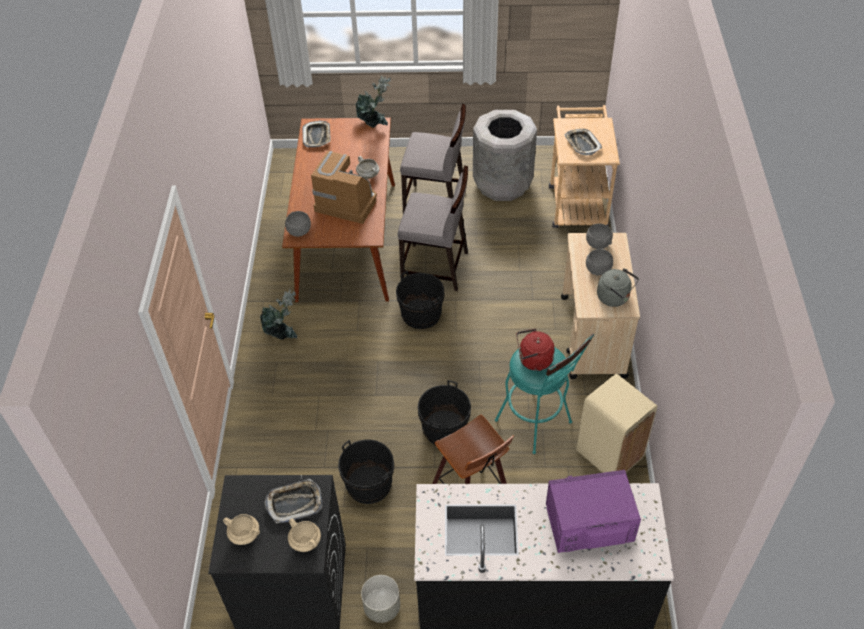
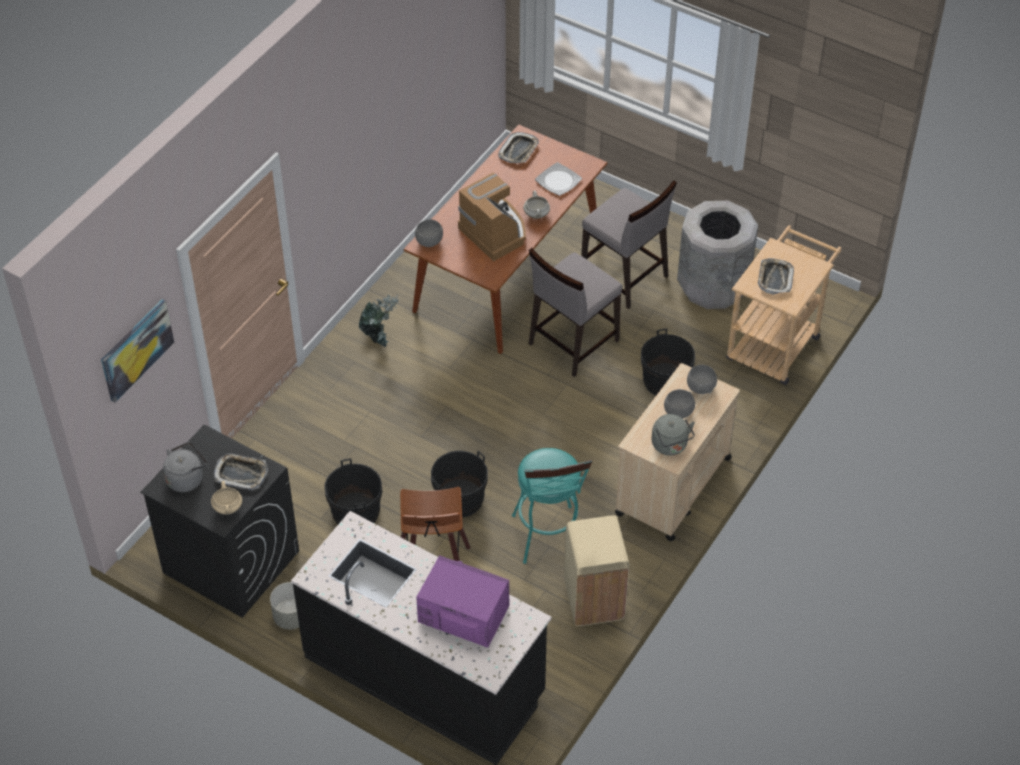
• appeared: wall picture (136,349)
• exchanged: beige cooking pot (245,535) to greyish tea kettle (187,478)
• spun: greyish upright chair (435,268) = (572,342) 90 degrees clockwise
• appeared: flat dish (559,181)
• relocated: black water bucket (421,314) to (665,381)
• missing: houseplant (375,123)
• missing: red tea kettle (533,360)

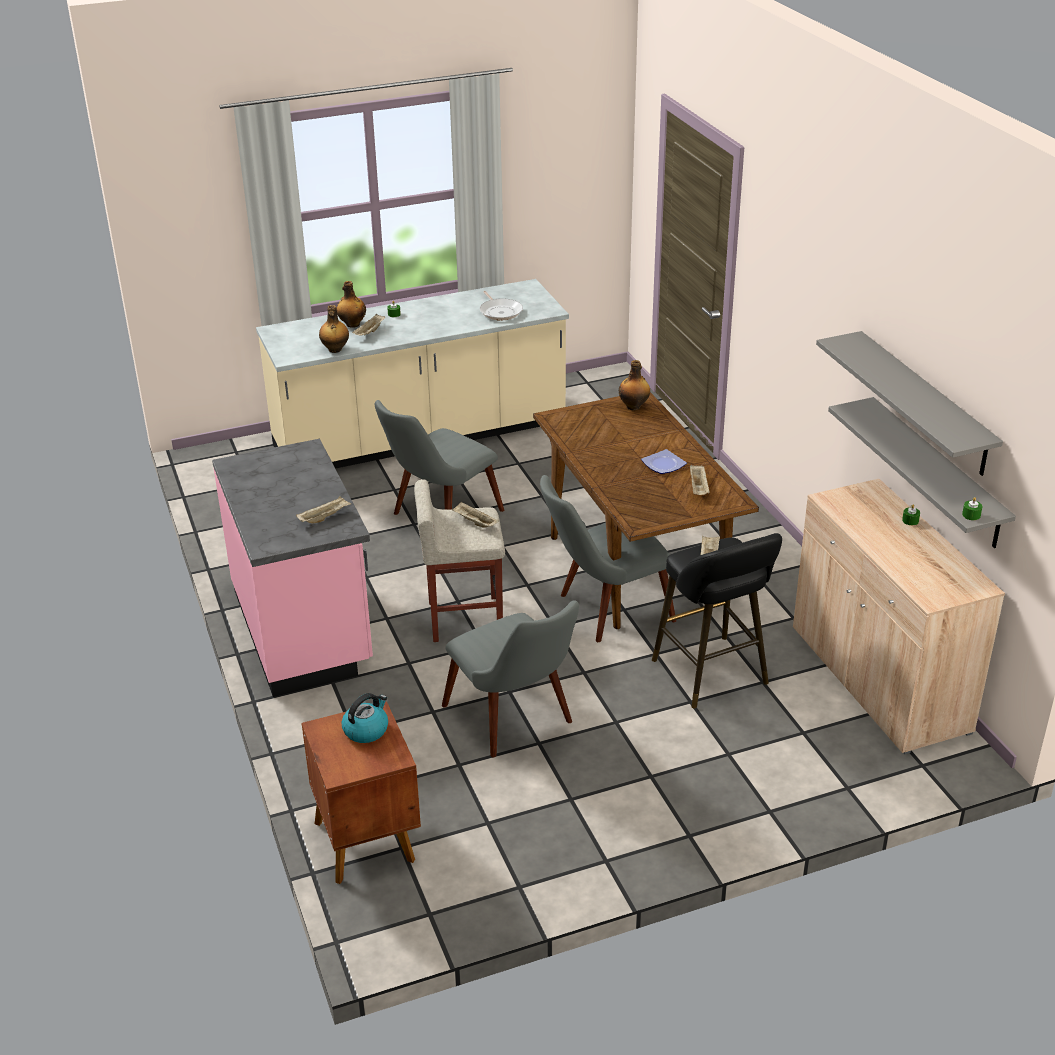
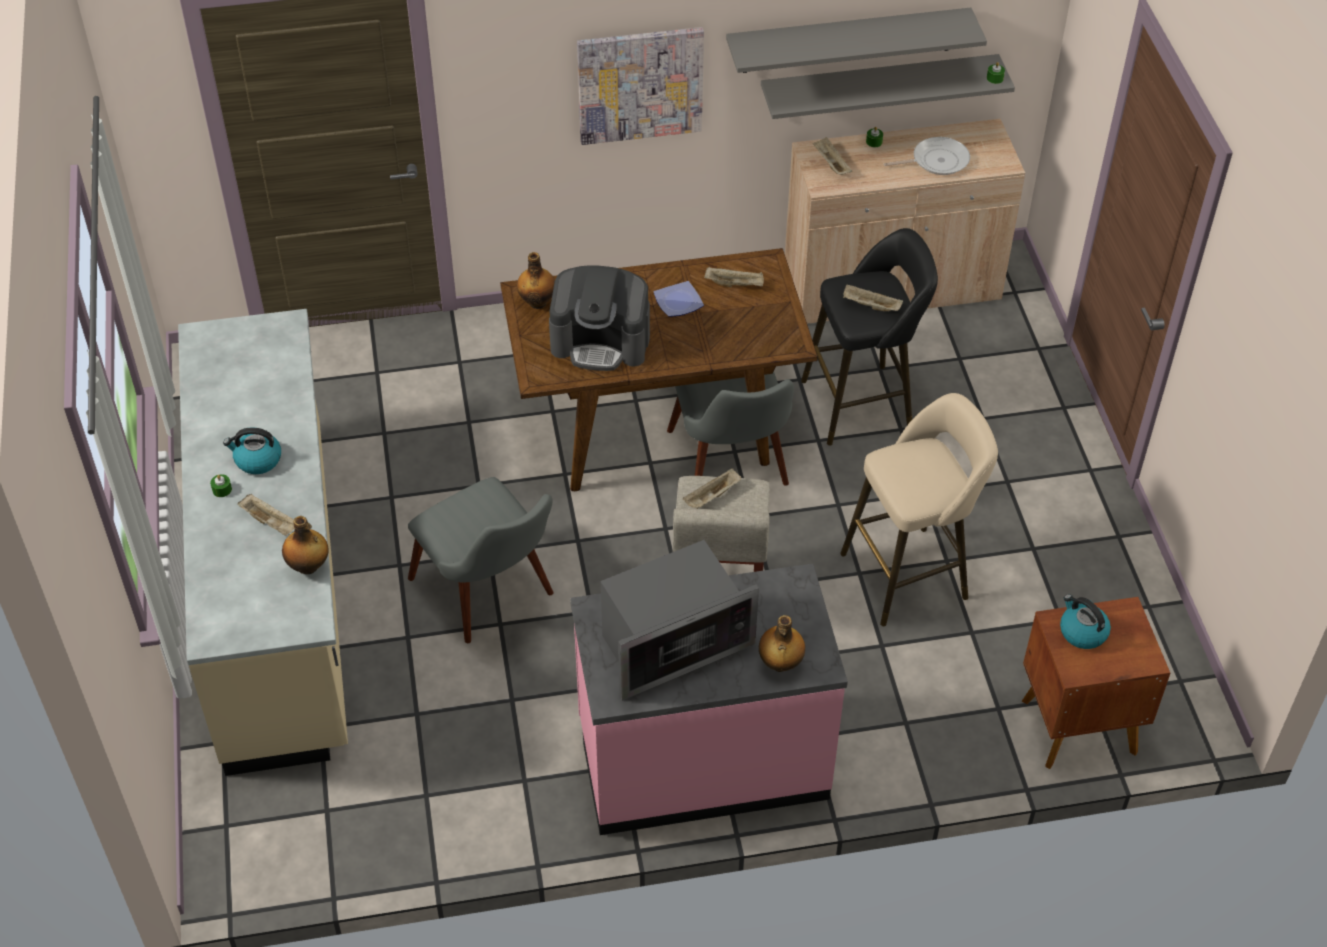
• appeared: tea kettle (257,460)
• appeared: coffee machine (601,341)
• appeared: wall picture (640,84)
• appeared: kitchen microwave (671,644)
• relocated: bottle (352,324) to (780,663)
• relocated: beige serving tray (324,517) to (830,164)
• exchanged: greyish upright chair (517,722) to beige stool seat (911,573)
• relocated: pan (500,311) to (936,161)

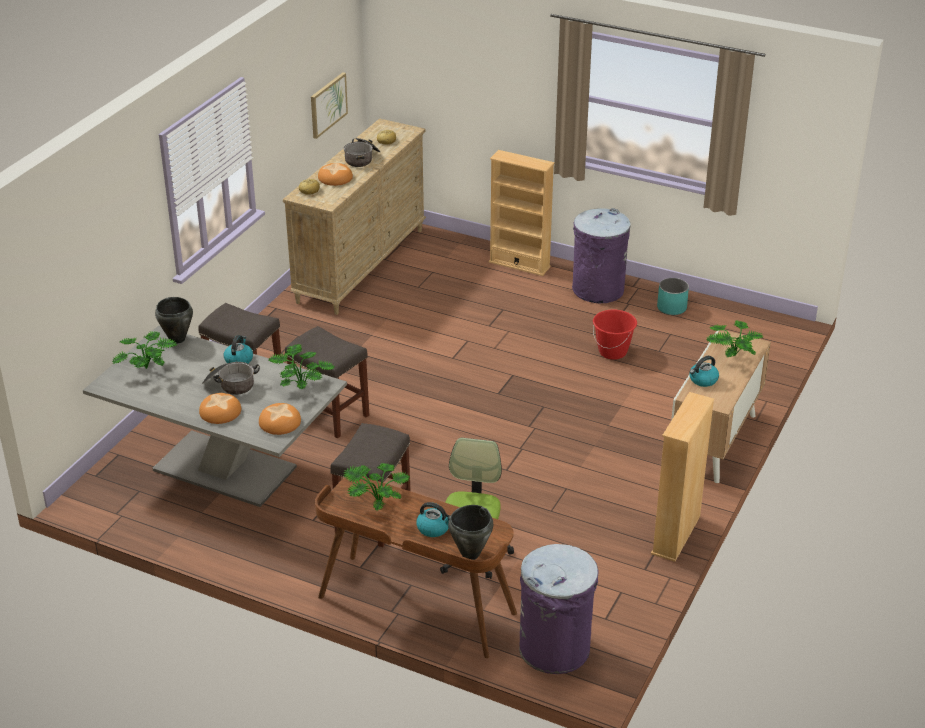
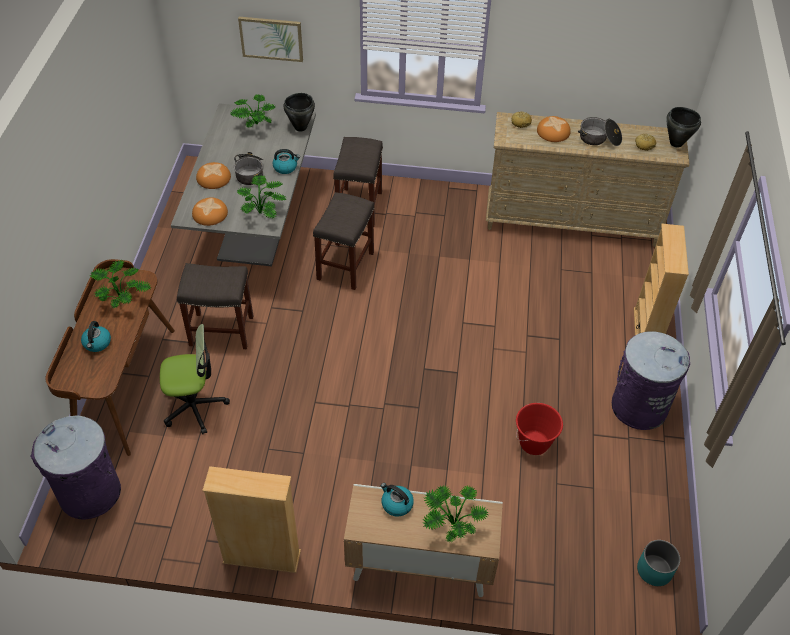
• relocated: wall picture (328,104) to (271,38)
• relocated: turquoise-coloured plant pot (671,308) to (654,570)
• relocated: black cooking pot (470,554) to (676,143)

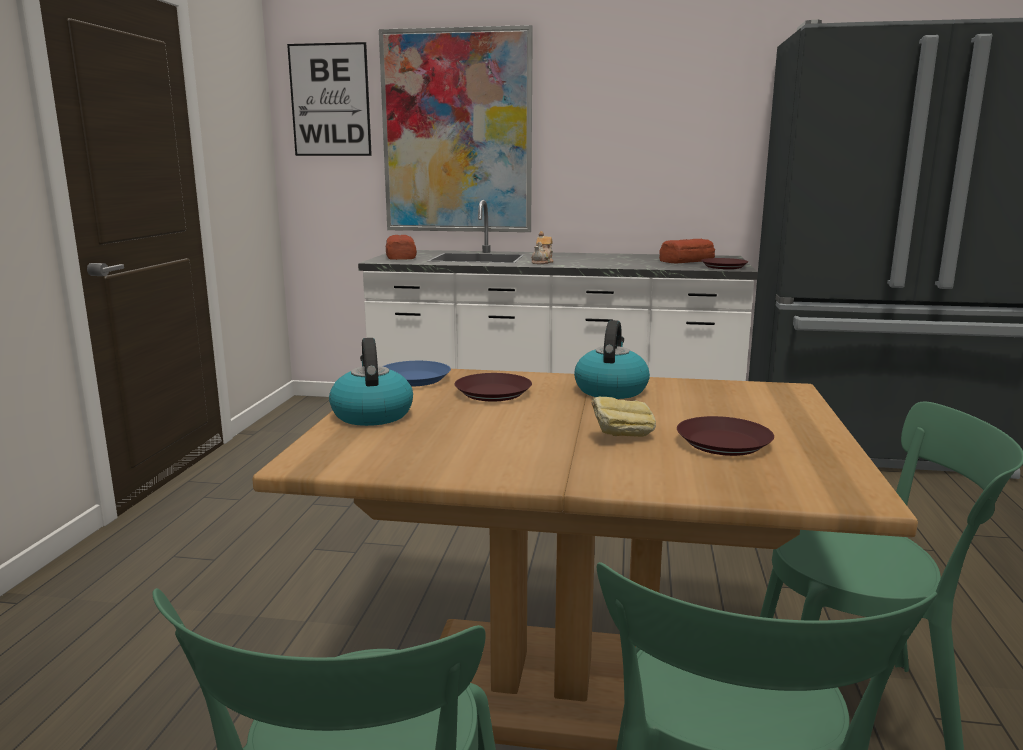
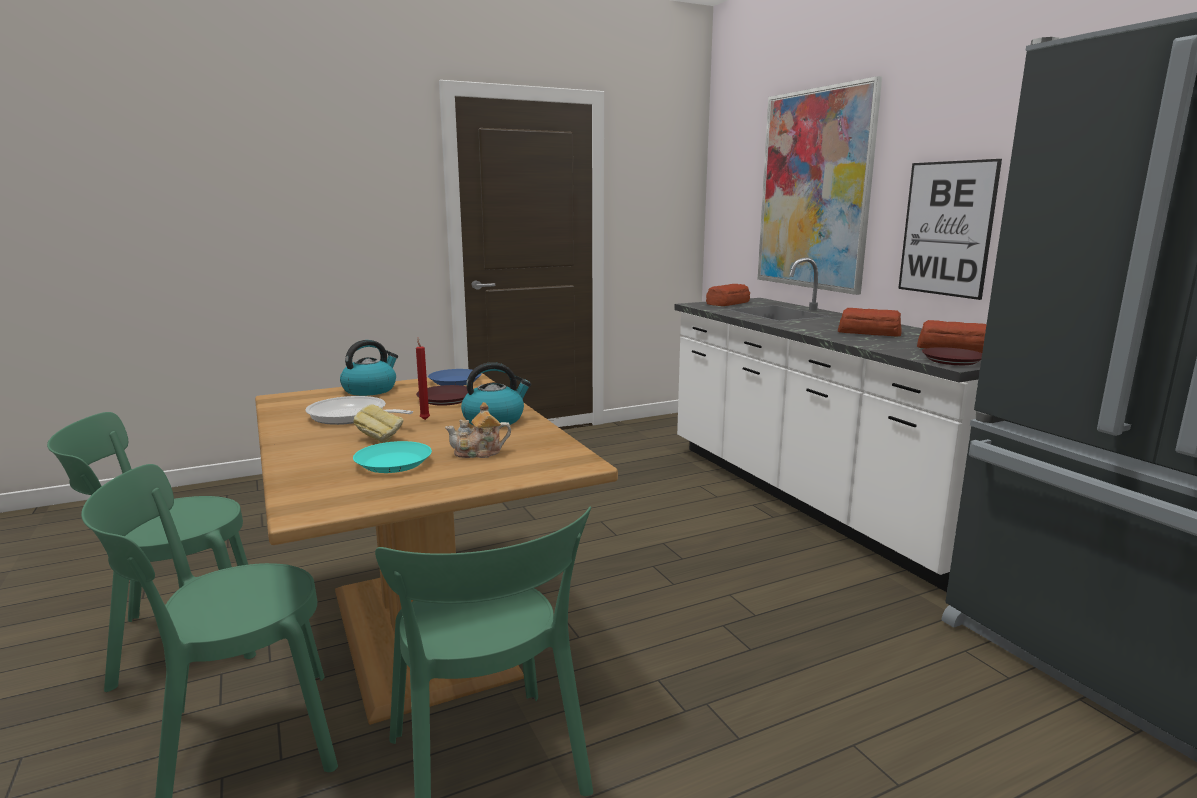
• appeared: pan (352,417)
• colour: brown-coloured flat dish (723,443) to turquoise-coloured flat dish (394,463)
• appeared: red candle (424,419)
• relocated: pot for tea (542,262) to (479,453)
• appeared: bread (868,332)
• relocated: wall picture (330,100) to (946,229)

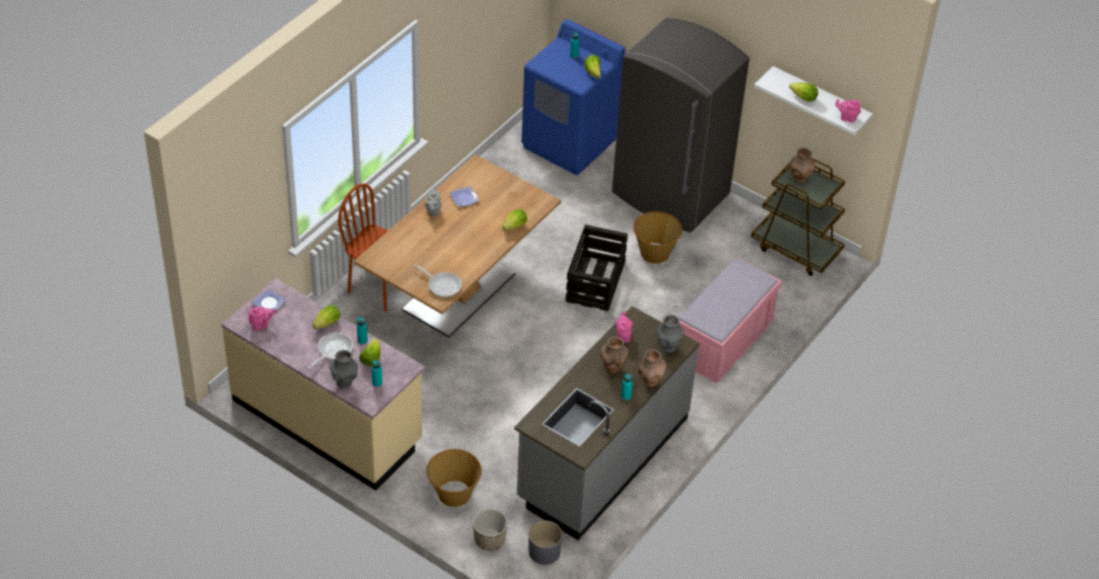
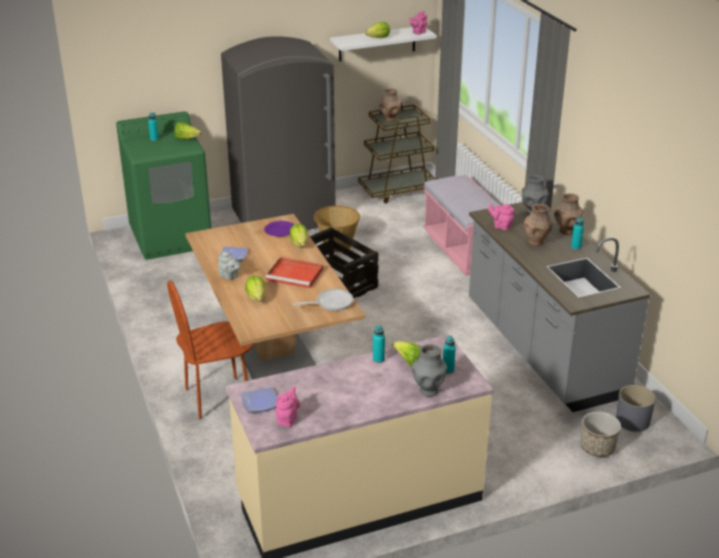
• colour: blue-coloured laundry machine (570,143) to green-coloured laundry machine (171,237)
• relocated: lettuce (327,323) to (256,297)
• appeared: purplish flat dish (280,230)
• appeared: red serving tray (296,275)
• missing: pan (333,350)
• missing: basket (454,494)

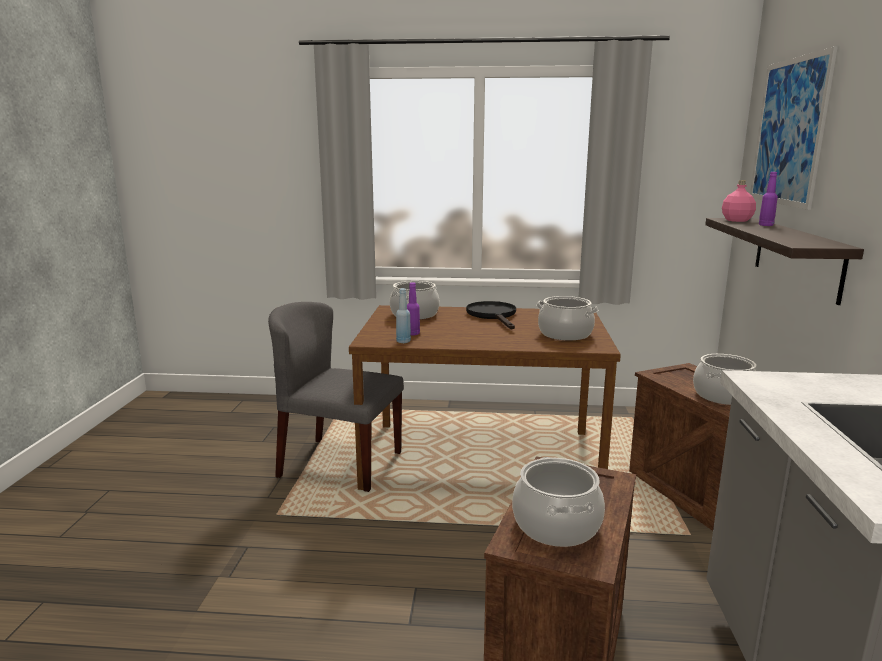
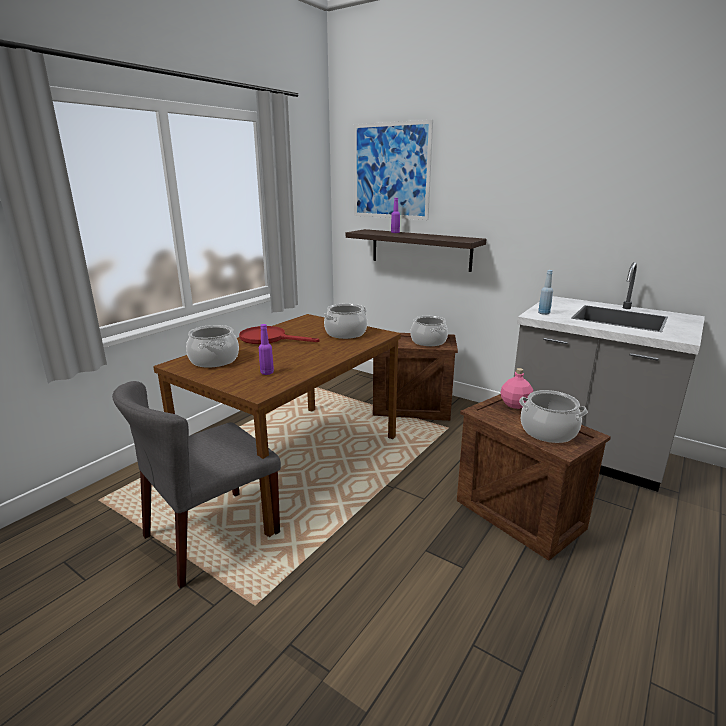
• colour: black pan (493,315) to red pan (269,339)
• relocated: pink-coloured bottle (736,220) to (515,405)
• relocated: blue-coloured bottle (403,341) to (543,313)

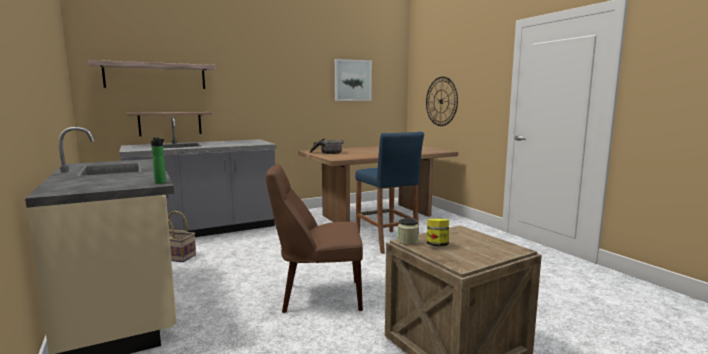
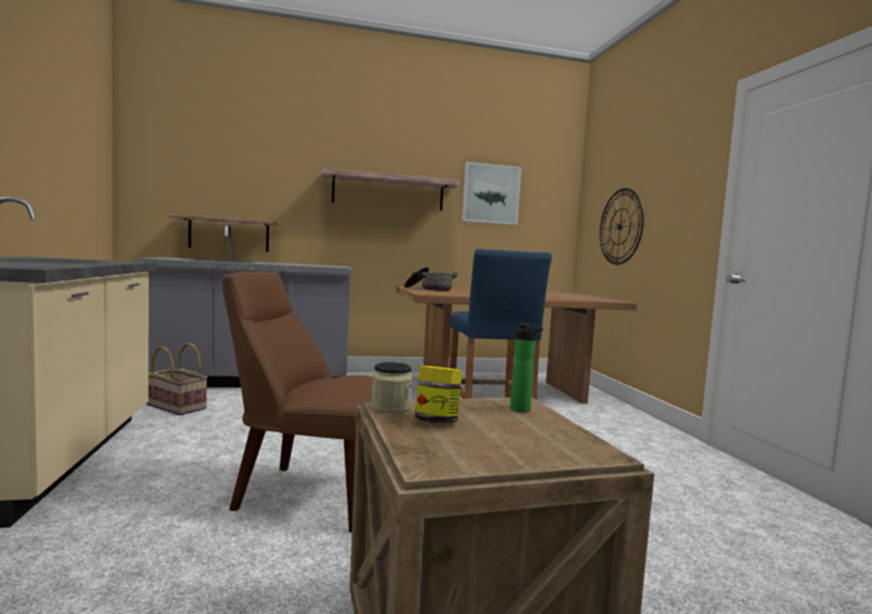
• relocated: wall shelf (156,76) to (388,192)
• relocated: bottle (161,183) to (522,410)

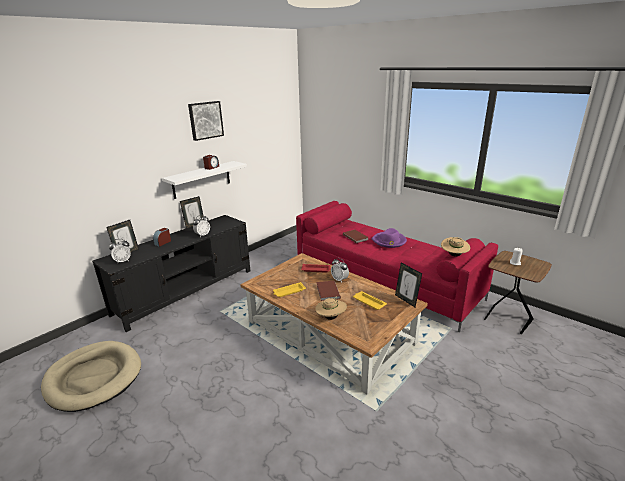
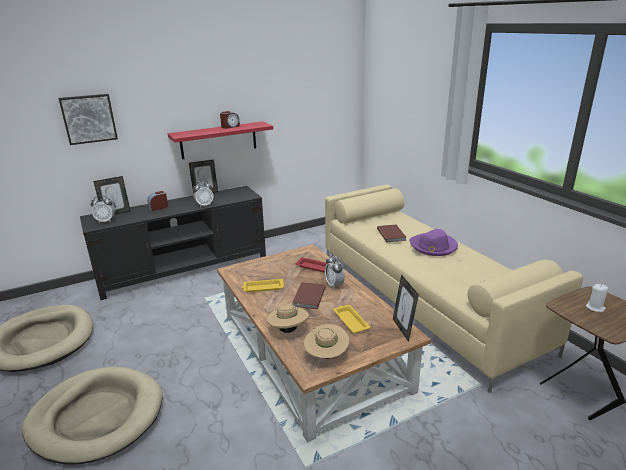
• appeared: beige dog bed (97,417)
• relocated: wall picture (205,120) to (88,118)
• colour: whitish wall shelf (201,179) to red wall shelf (218,140)
• relocated: beige hat (454,255) to (326,355)
• colour: red couch (385,280) to beige couch (424,299)

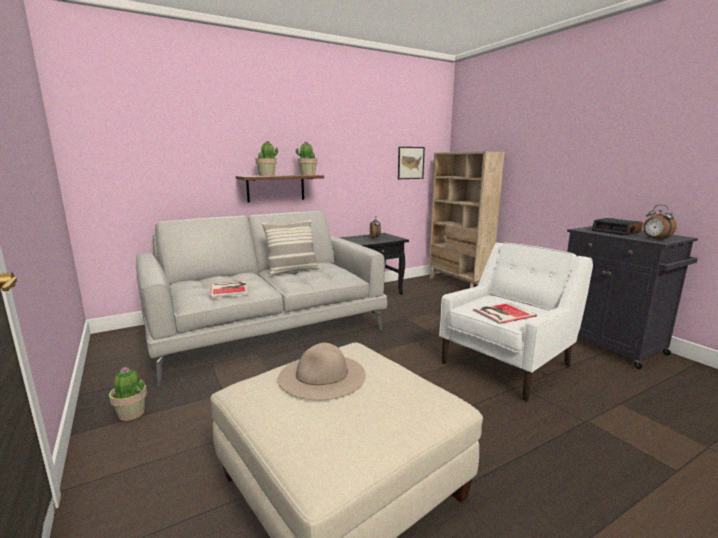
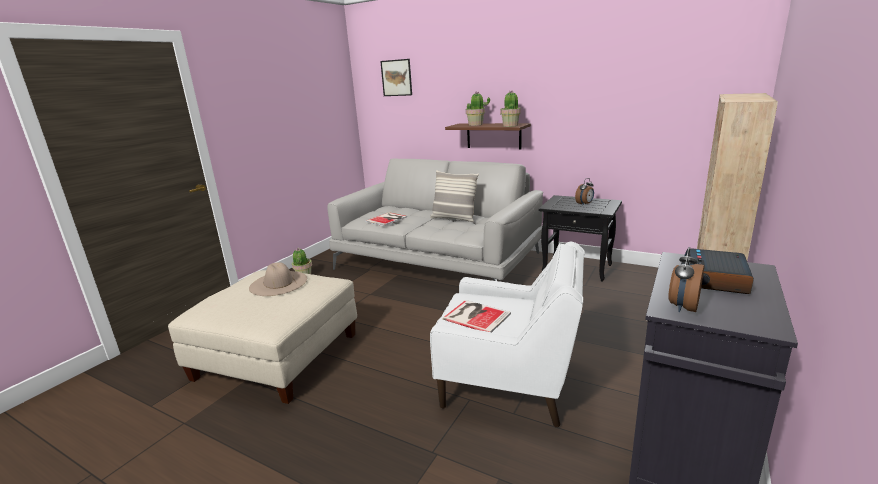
• relocated: wall picture (410,163) to (396,78)

